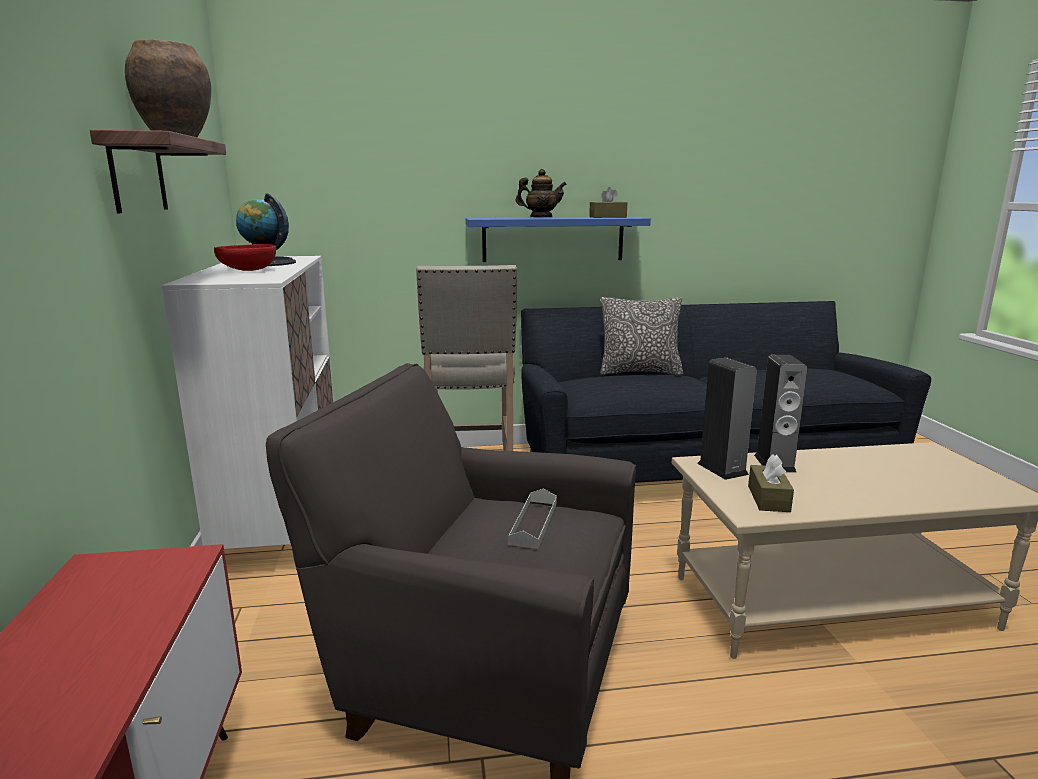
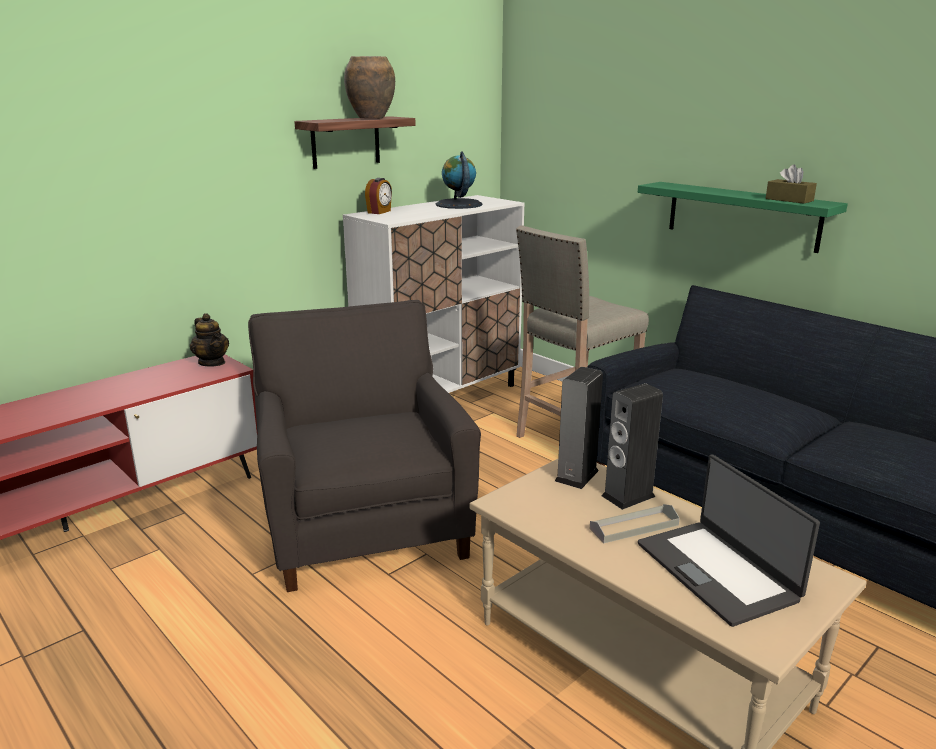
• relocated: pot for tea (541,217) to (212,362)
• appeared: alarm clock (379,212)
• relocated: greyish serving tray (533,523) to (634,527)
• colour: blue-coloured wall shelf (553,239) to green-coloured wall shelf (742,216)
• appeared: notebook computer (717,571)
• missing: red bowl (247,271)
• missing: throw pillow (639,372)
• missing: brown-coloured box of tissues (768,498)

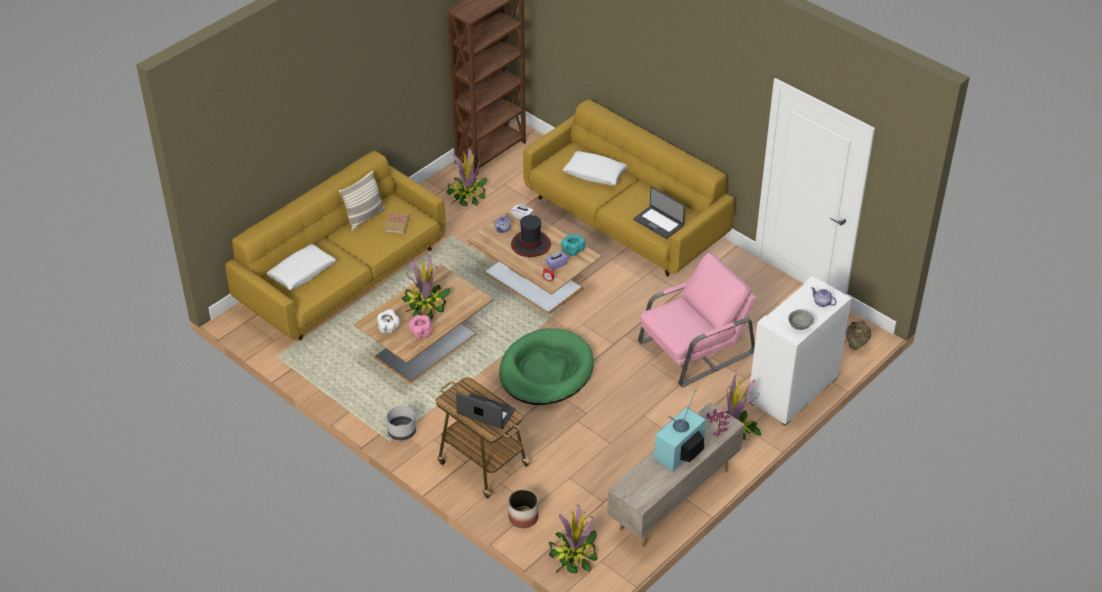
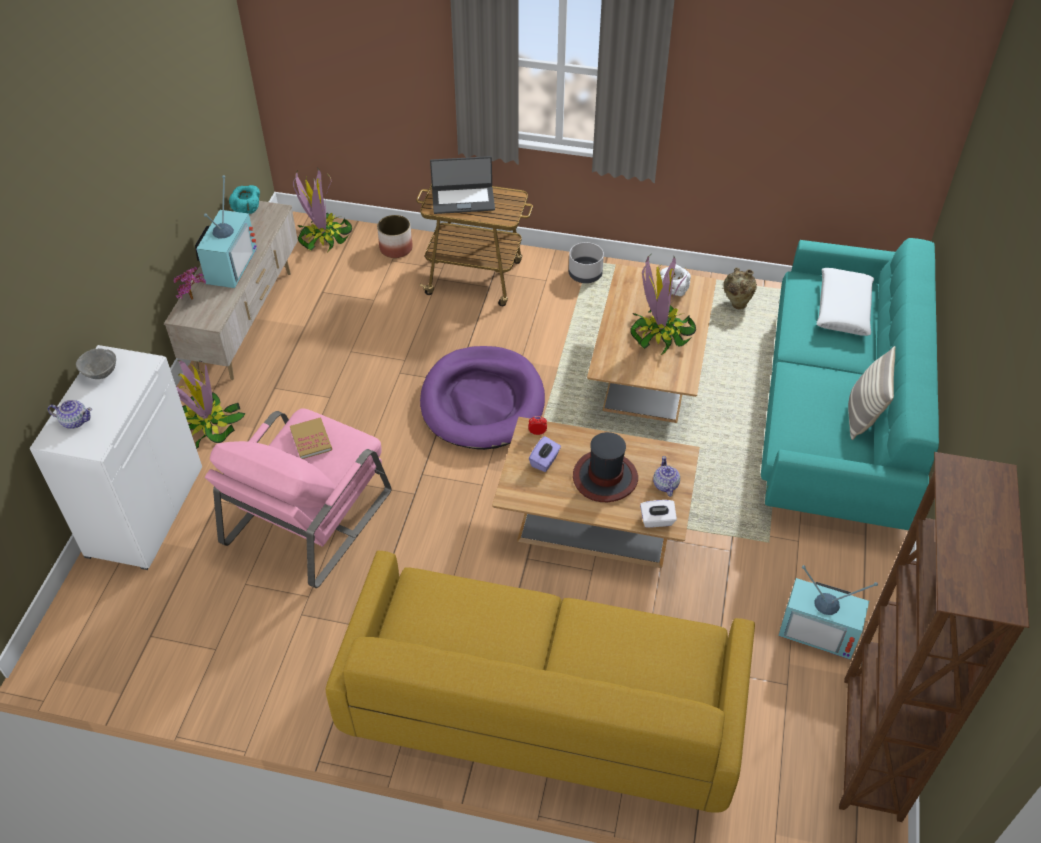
• relocated: turquoise-coloured bowl (572,250) to (248,209)
• relocated: book (396,224) to (311,439)
• colour: green-coloured dog bed (546,371) to purplish dog bed (482,402)
• relocated: beige flower vase (855,347) to (736,304)
• colour: yellow-coloured couch (343,277) to turquoise-coloured couch (835,414)
• exchanged: houseplant (467,195) to TV (819,629)
• missing: pink-coloured bowl (420,332)
• missing: whitish throw pillow (595,174)
• missing: notebook computer (658,222)

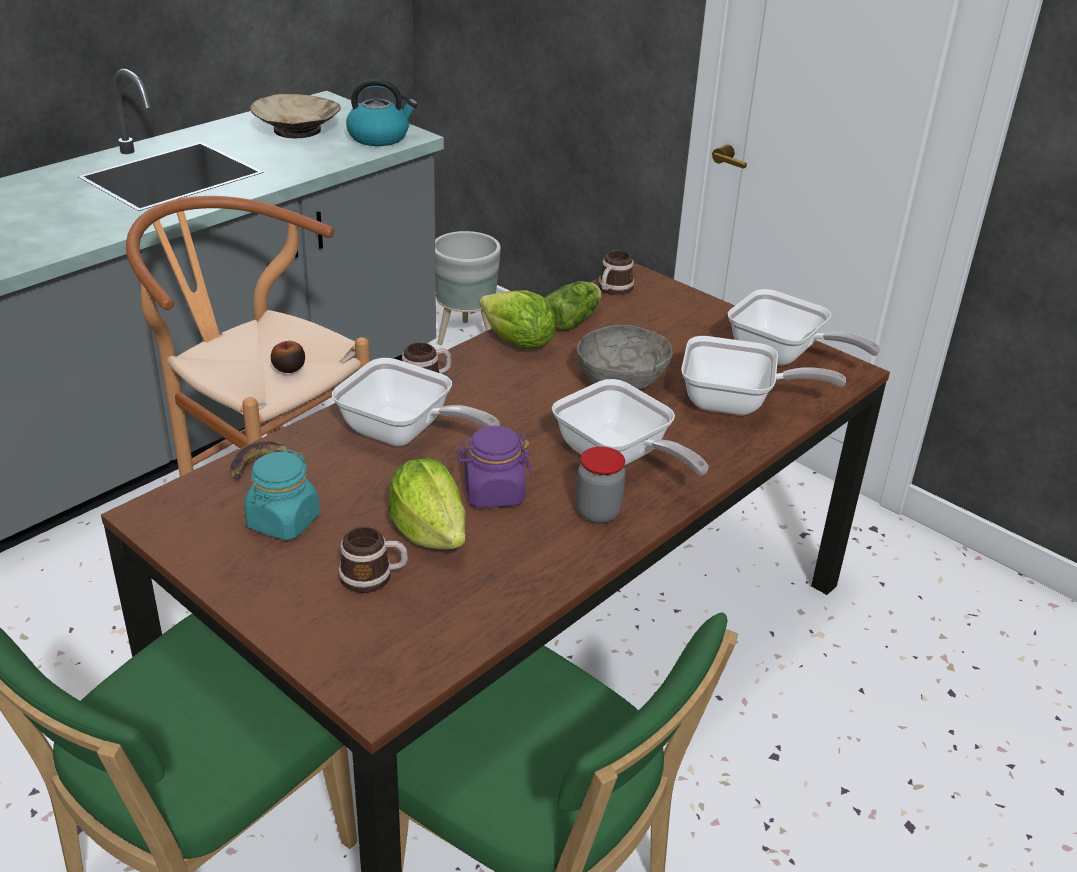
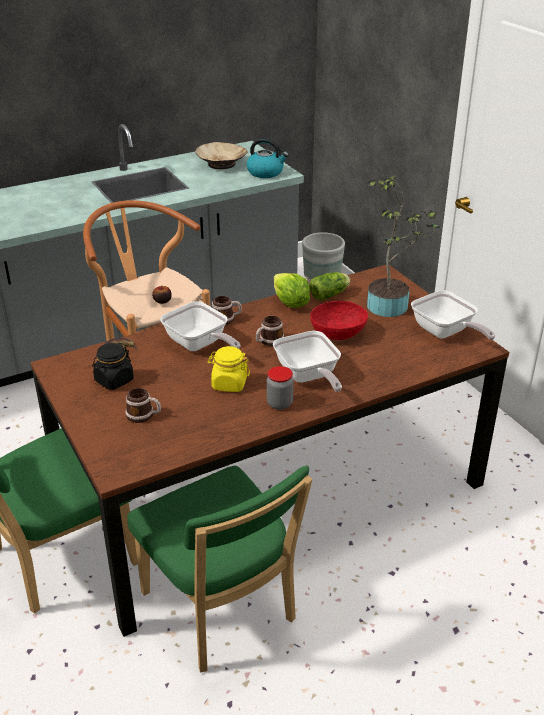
• colour: turquoise-coloured storage jar (283,522) to black storage jar (114,380)
• colour: purplish storage jar (493,493) to yellow-coloured storage jar (229,384)
• relocated: mug (613,290) to (268,341)
• colour: greyish bowl (621,379) to red bowl (338,332)
• appeared: houseplant (391,305)
• missing: lettuce (429,531)
• missing: pan (736,404)

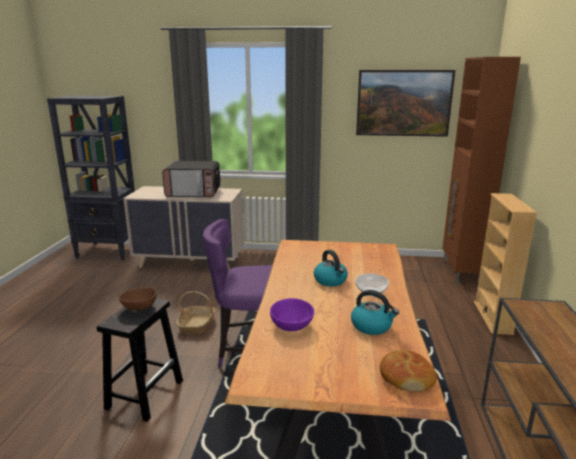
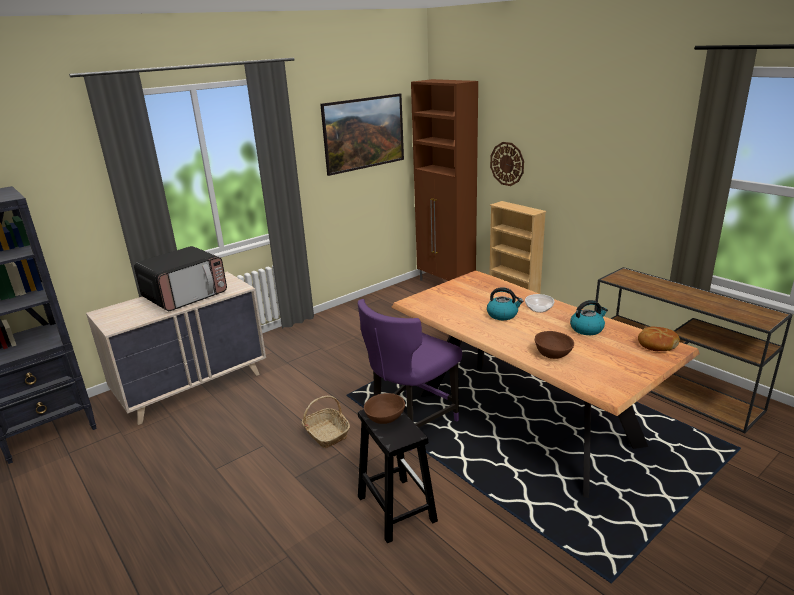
• appeared: wall clock (507,163)
• colour: purplish bowl (291,325) to brown-coloured bowl (552,354)

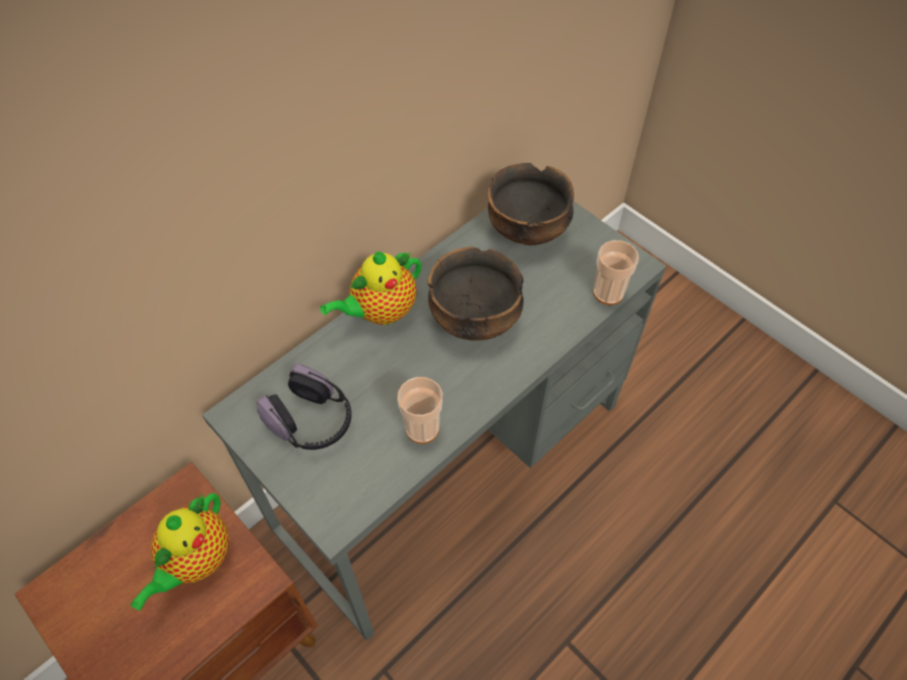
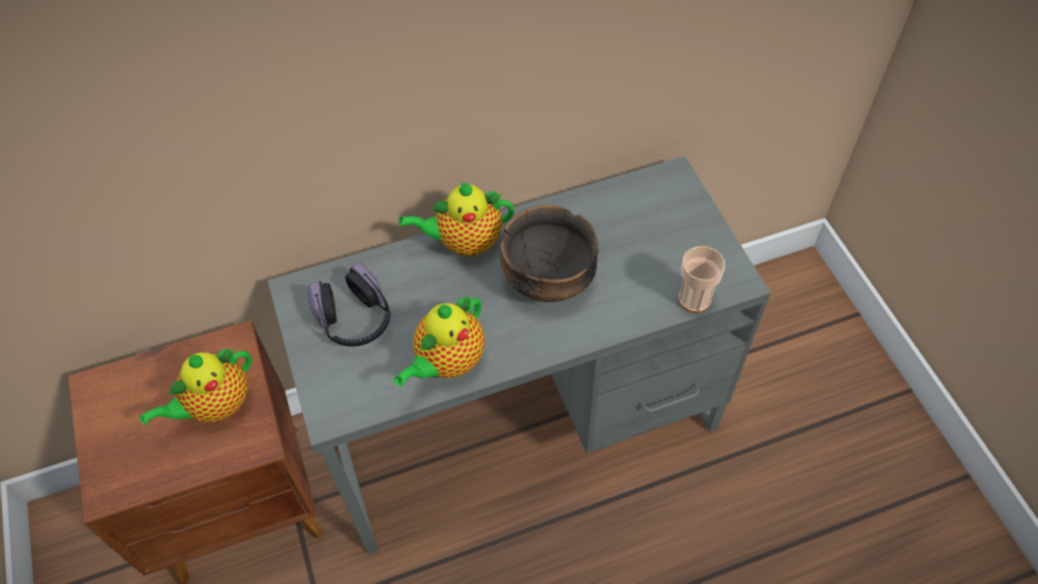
• exchanged: cup (422,428) to pot for tea (447,362)
• missing: bowl (528,230)

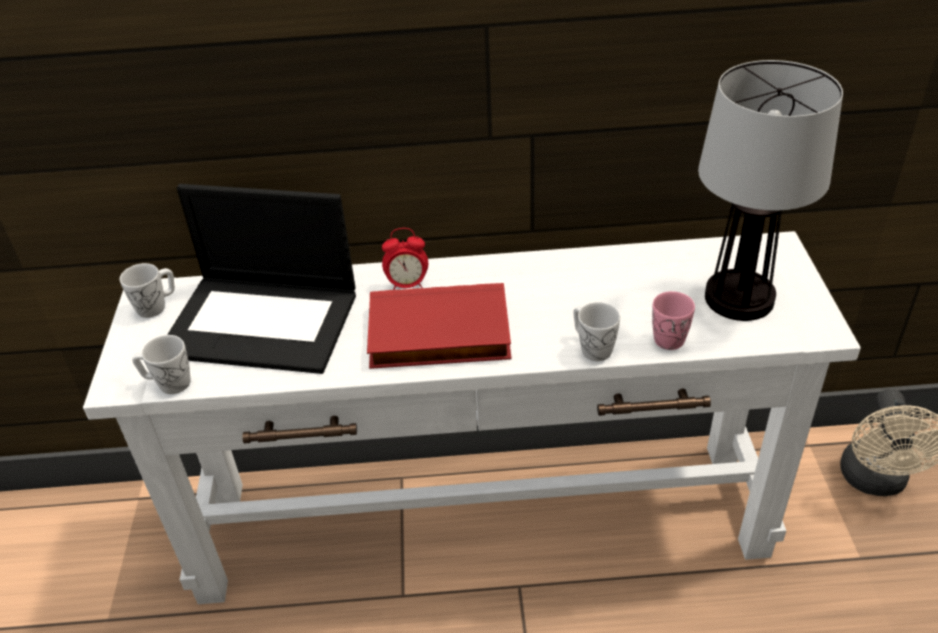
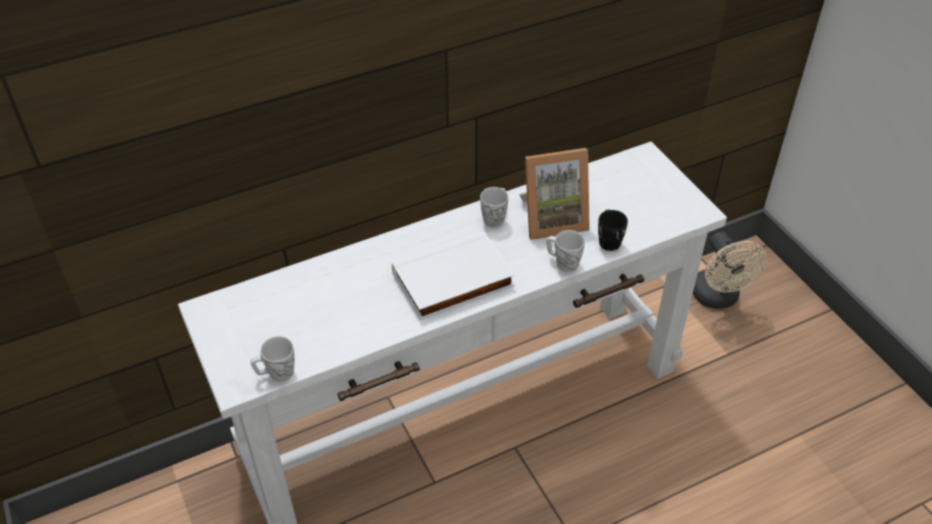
• colour: red book (438,335) to whitish book (453,282)
• relocated: whitish mug (157,306) to (495,217)
• appeared: picture frame (552,219)
• colour: pink-coloured mug (670,335) to black mug (608,240)
• missing: notebook computer (264,322)
• missing: alarm clock (407,286)
• missing: tabletop lamp (740,299)

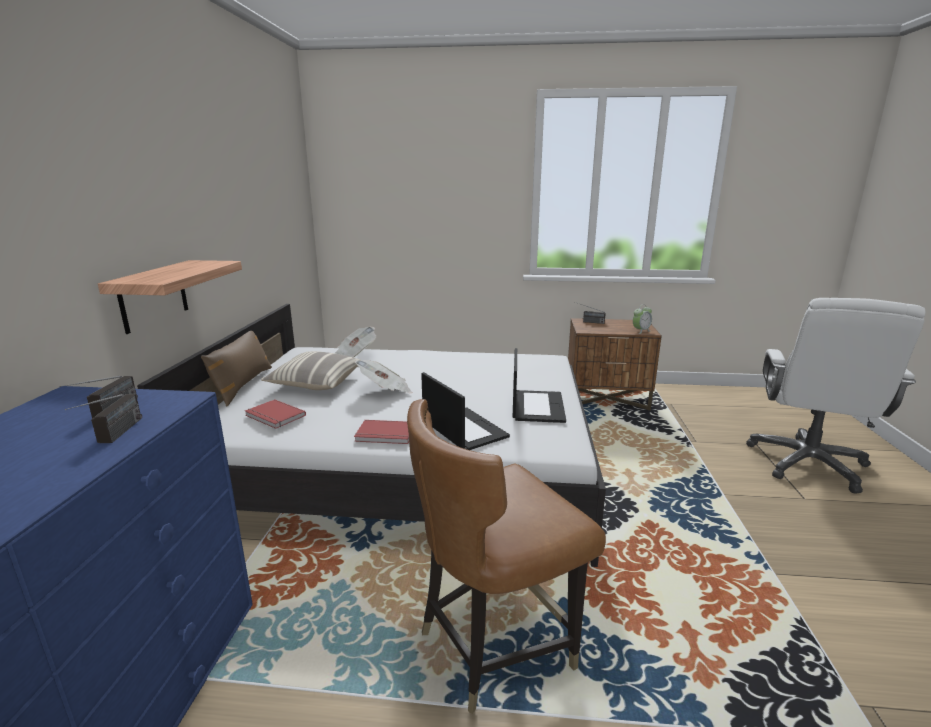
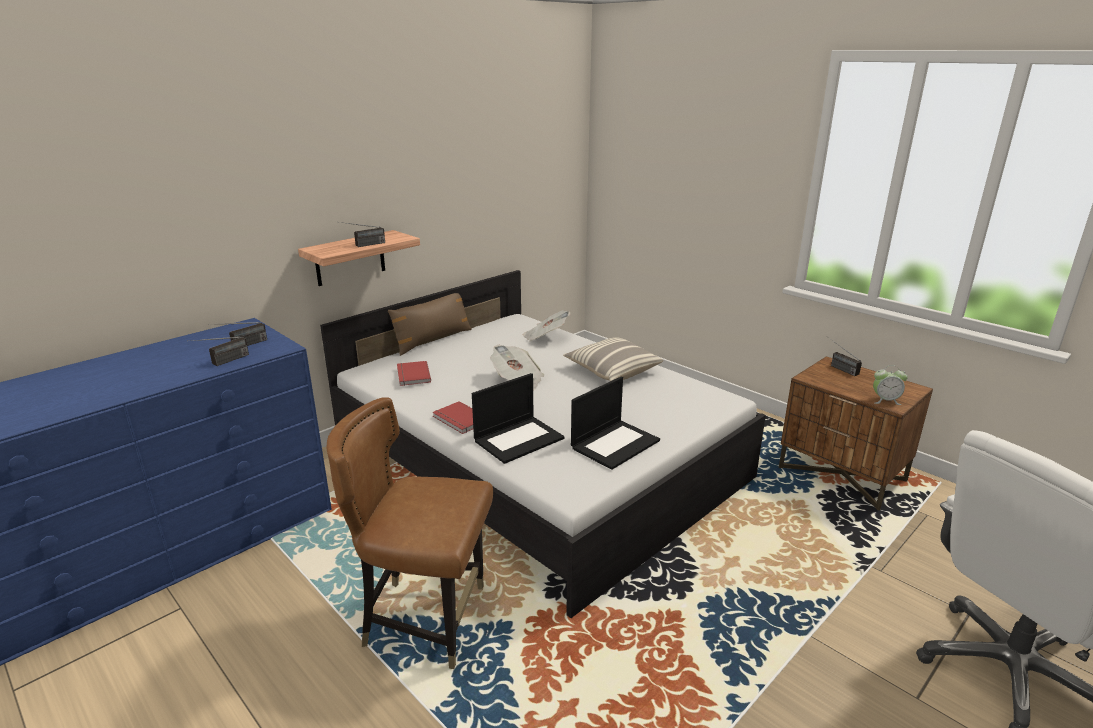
• appeared: radio (363,245)
• spun: notebook computer (463,429) = (519,439) 45 degrees clockwise
• relocated: throw pillow (315,383) to (612,371)

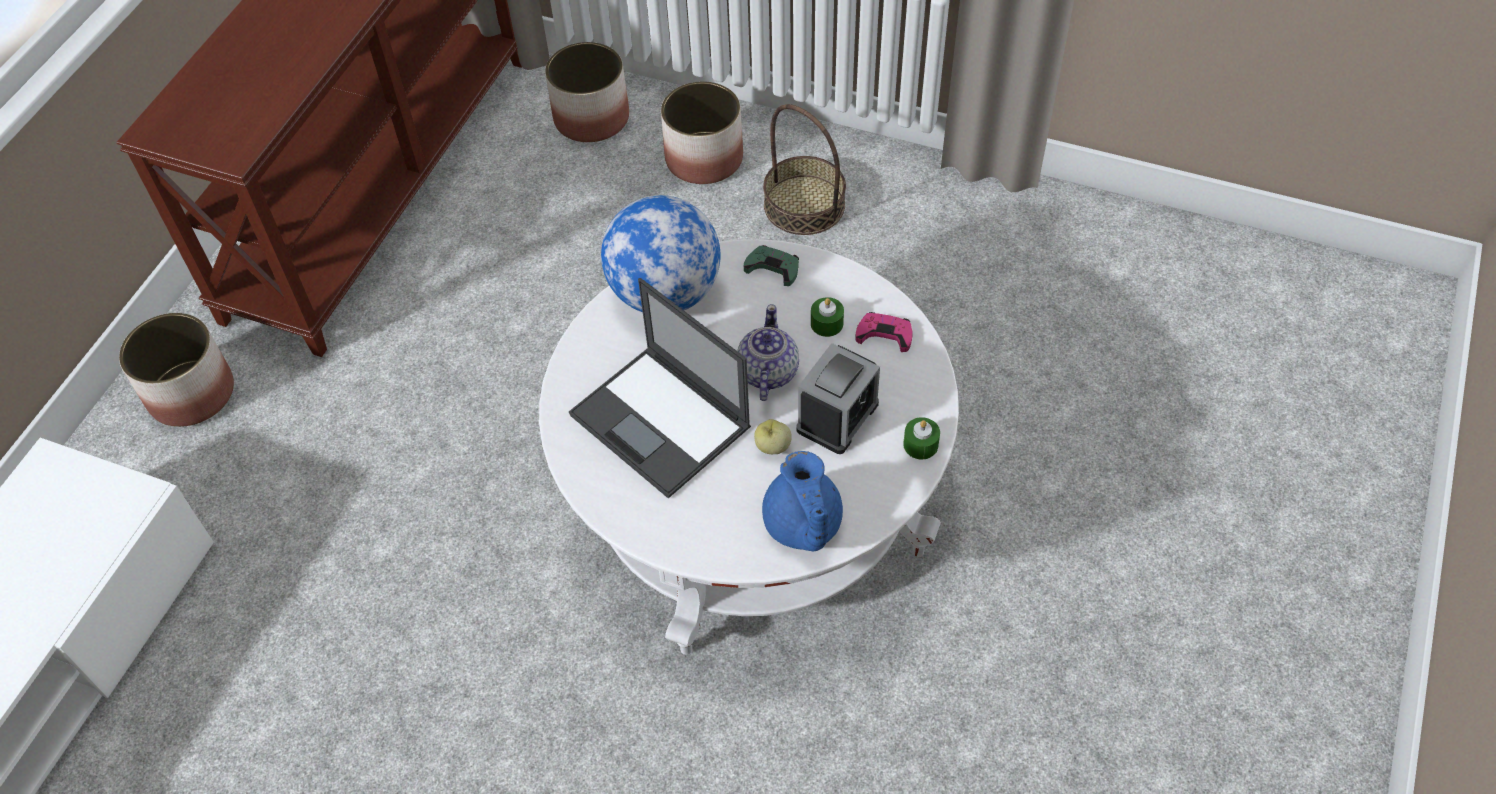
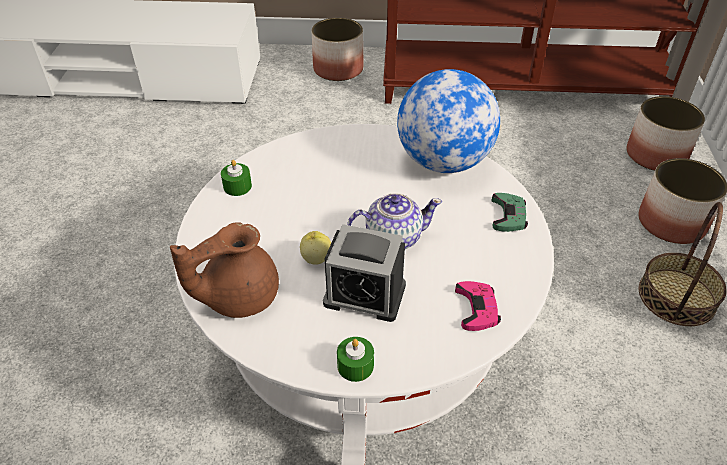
• colour: blue-coloured pot for tea (802,526) to brown-coloured pot for tea (238,296)
• relocated: green-coloured candle (827,323) to (237,186)
• missing: notebook computer (662,422)

